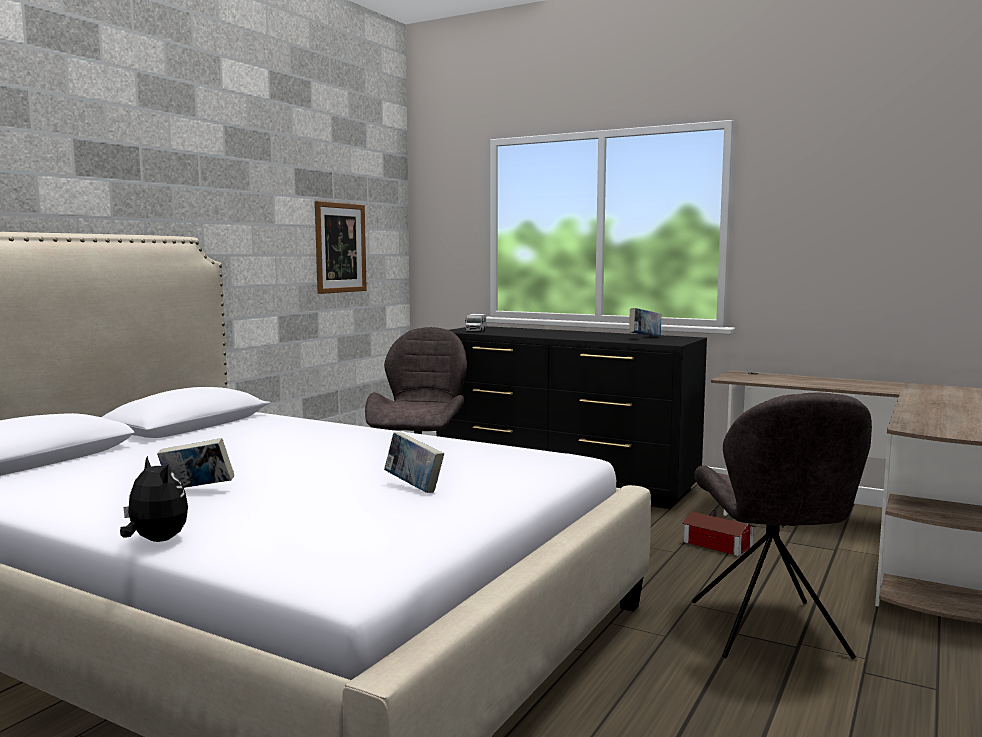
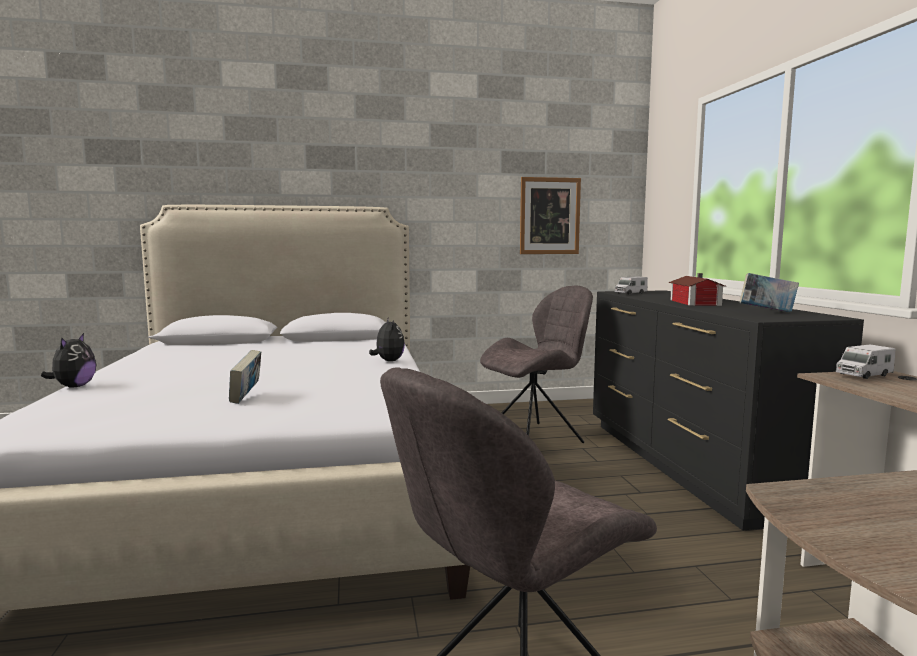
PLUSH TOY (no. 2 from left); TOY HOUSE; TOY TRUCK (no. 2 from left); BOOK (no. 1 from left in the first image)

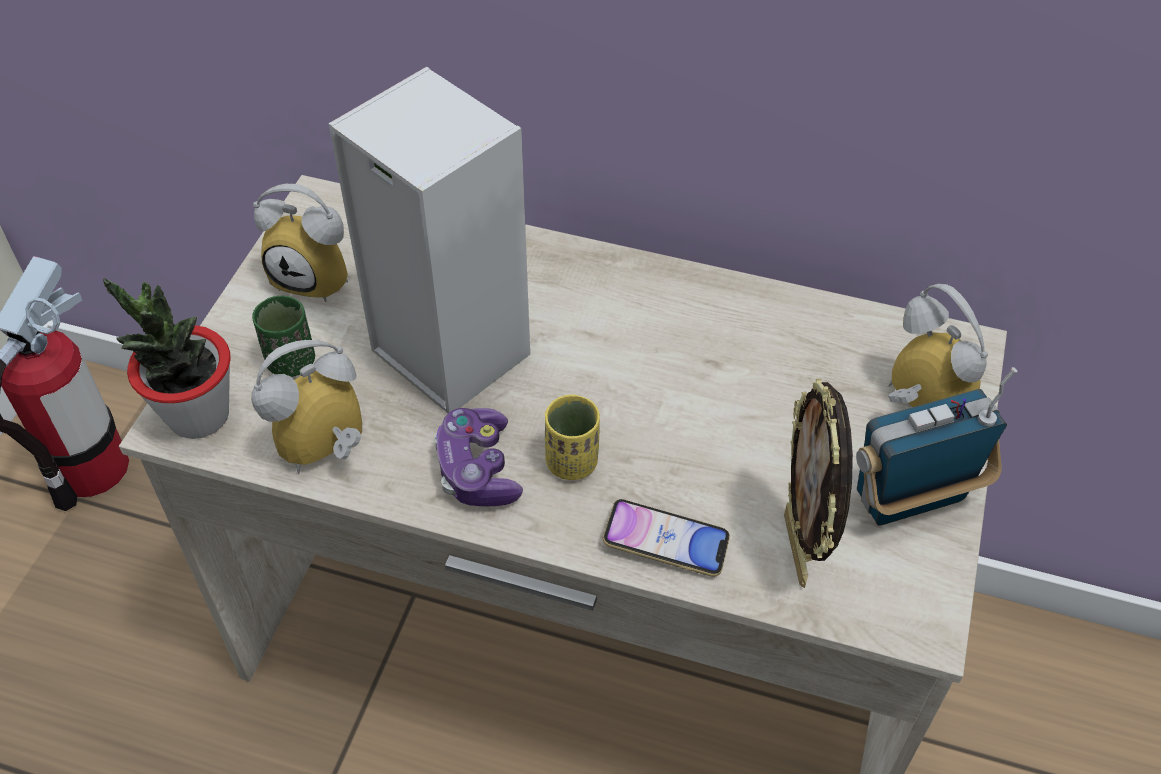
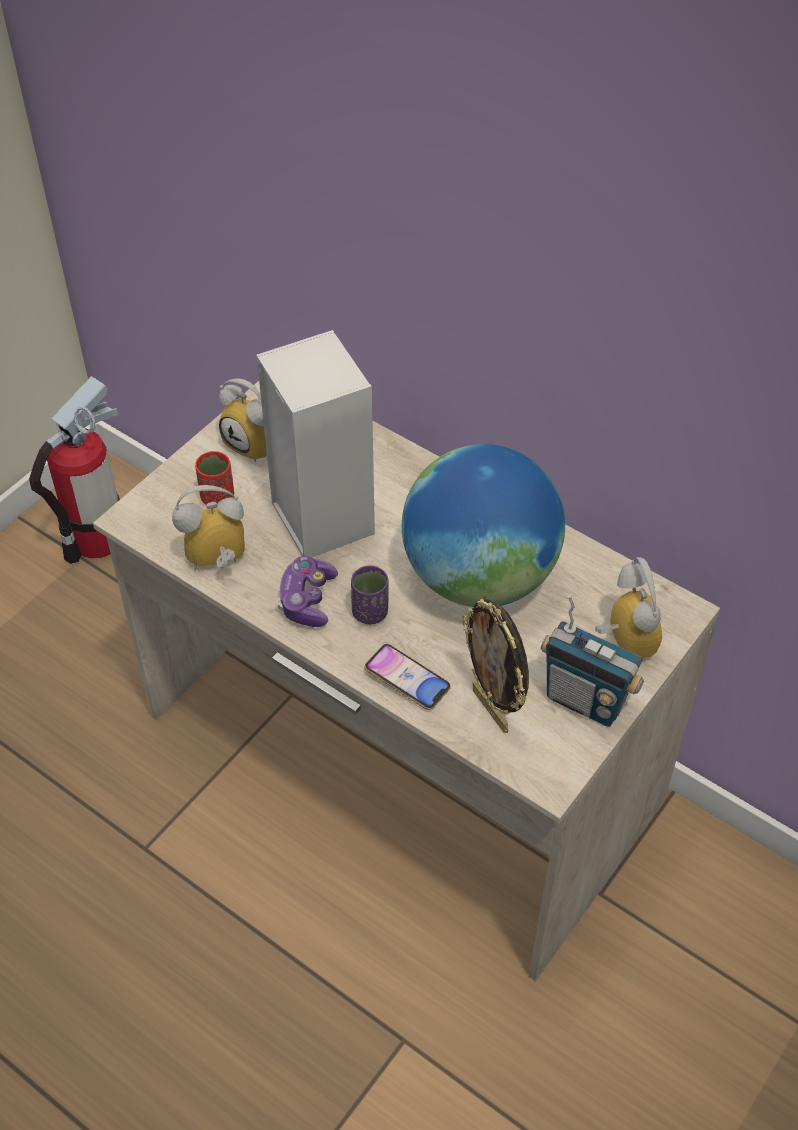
RED CUP; PURPLE CUP; GLOBE; PICTURE FRAME; RADIO; POTTED PLANT

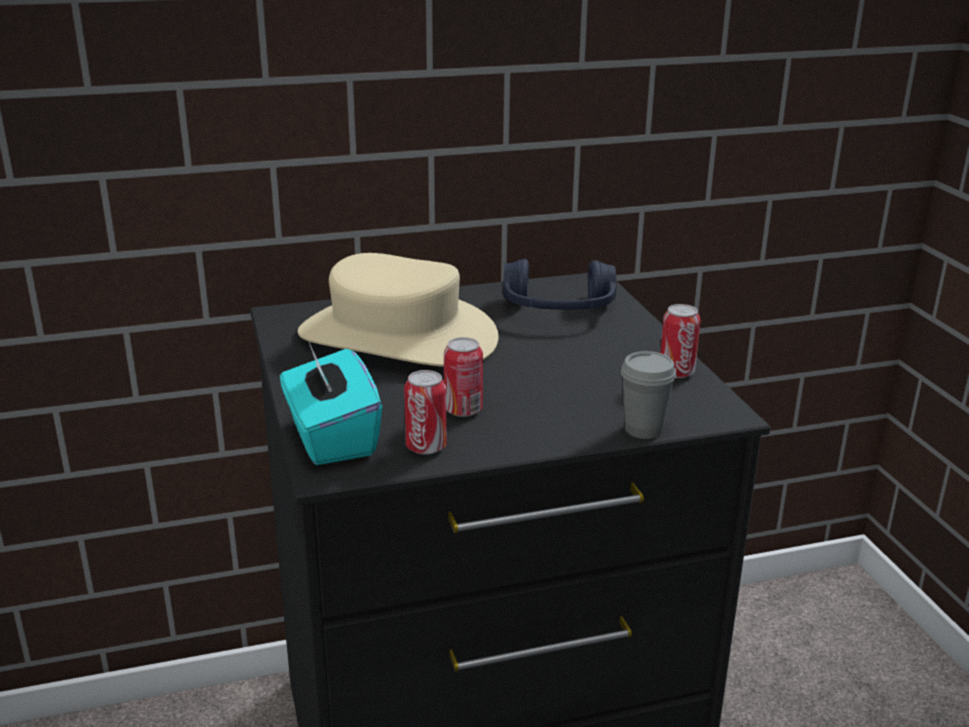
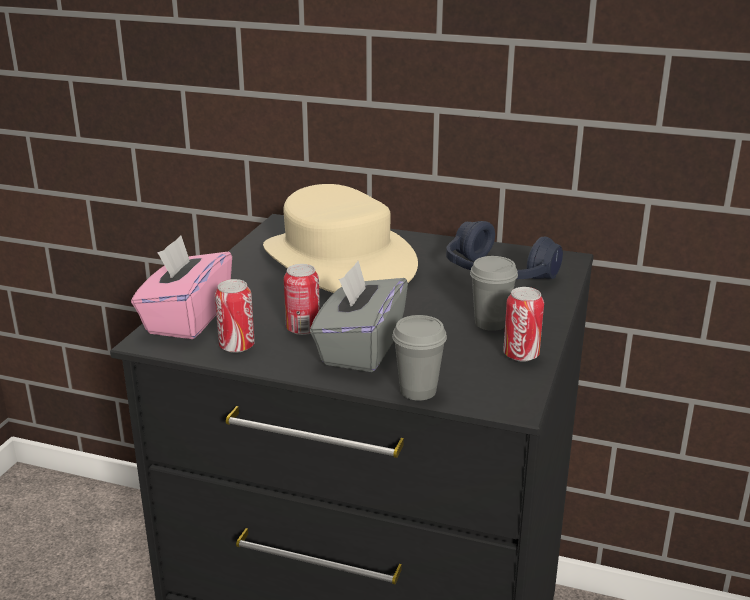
PINK TISSUE BOX; GREY TISSUE BOX; GREY CUP (no. 2 from left)

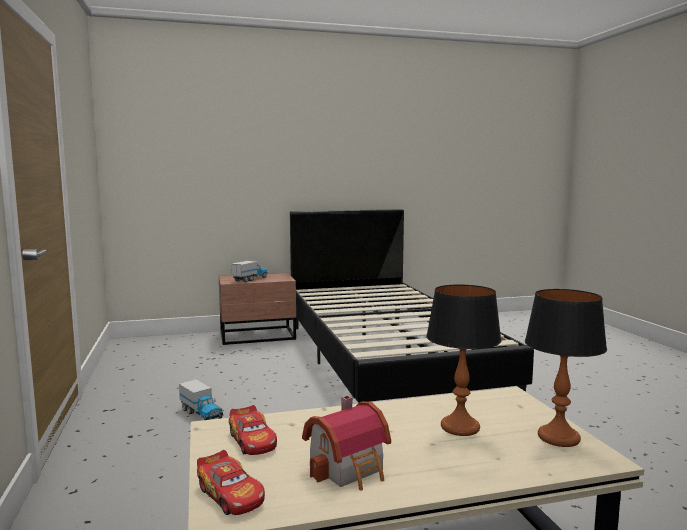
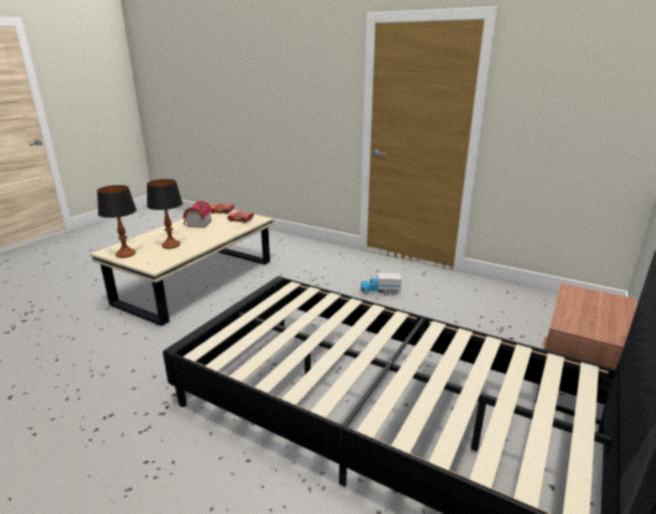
TOY TRUCK (no. 2 from left in the first image)

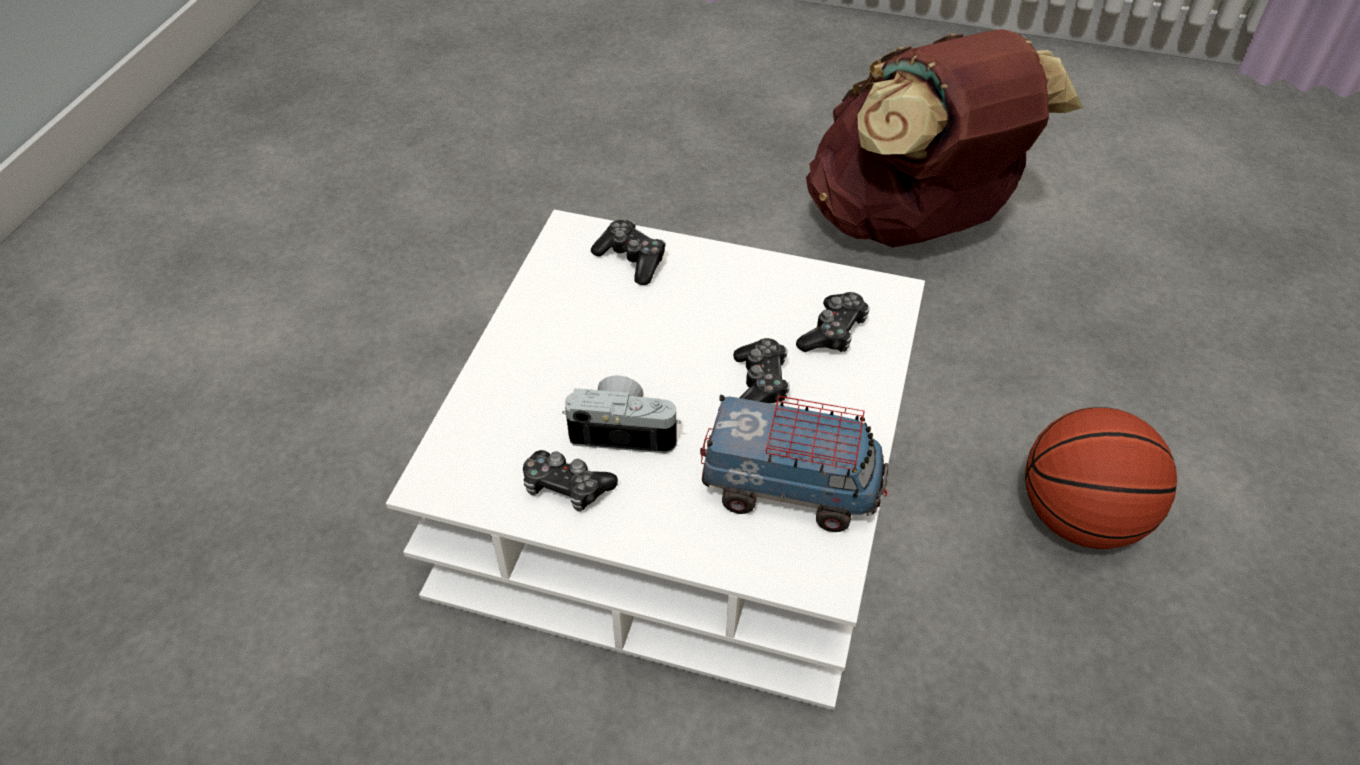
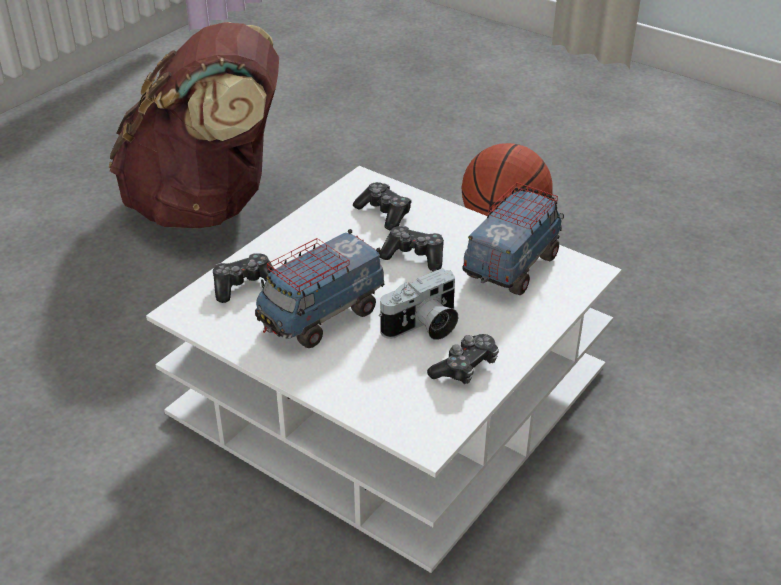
TOY TRUCK (no. 1 from left); PHOTO CAMERA

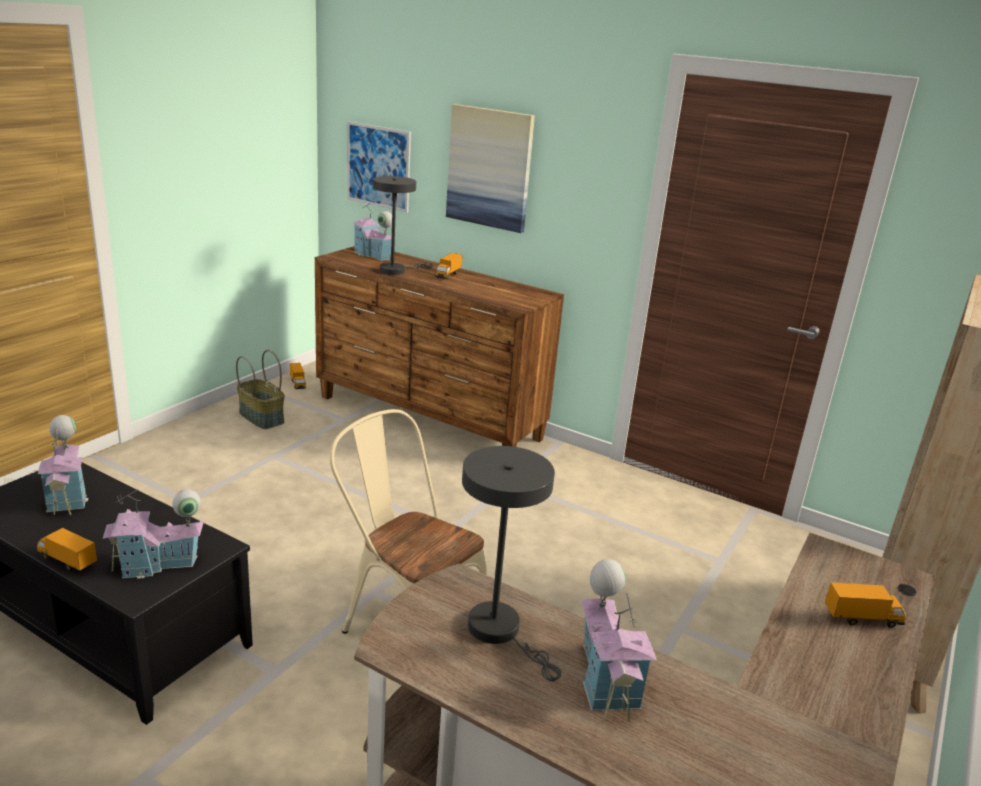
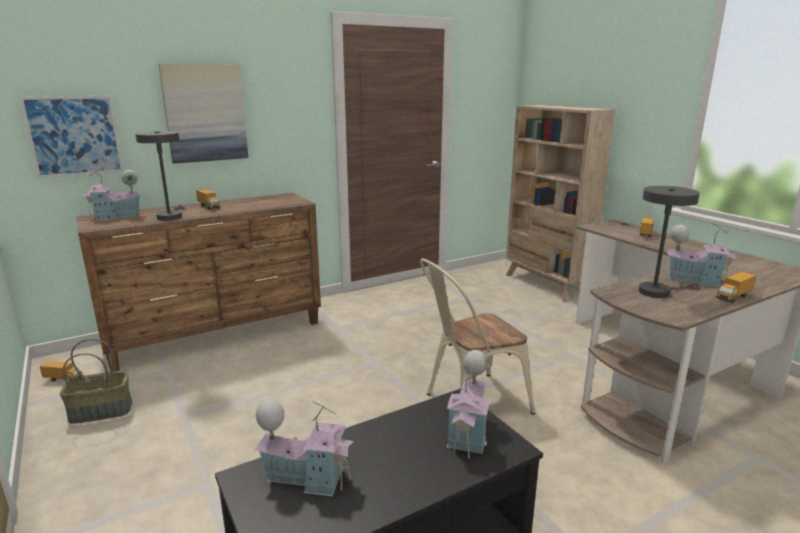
TOY TRUCK (no. 4 from left)

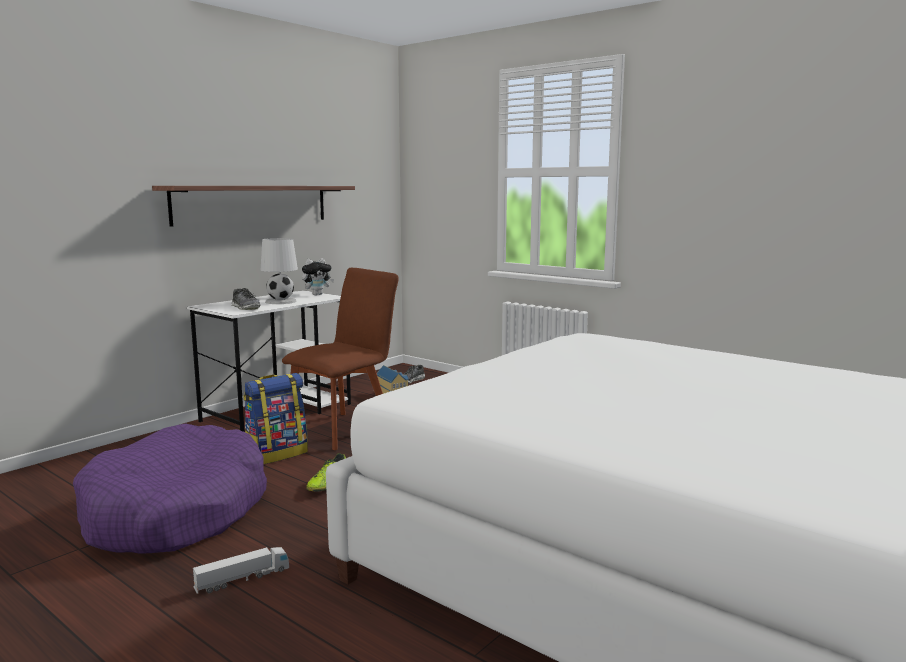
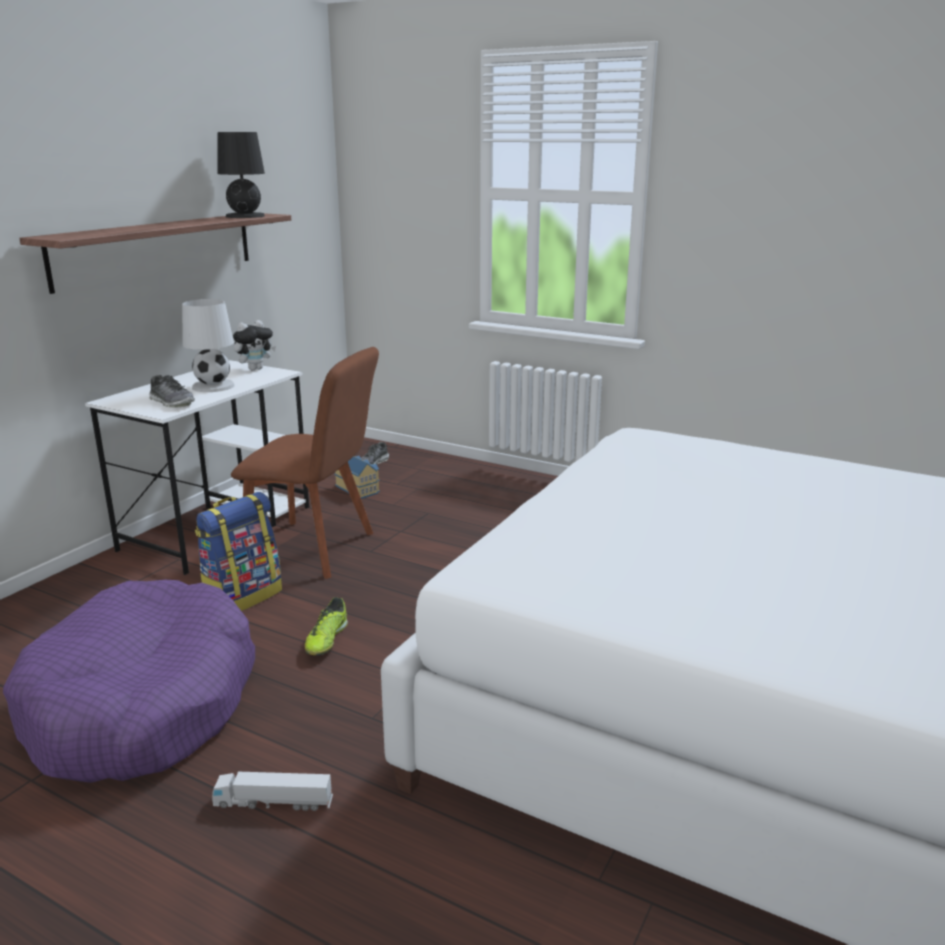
TOY TRUCK; BLACK TABLE LAMP; BROWN CHAIR

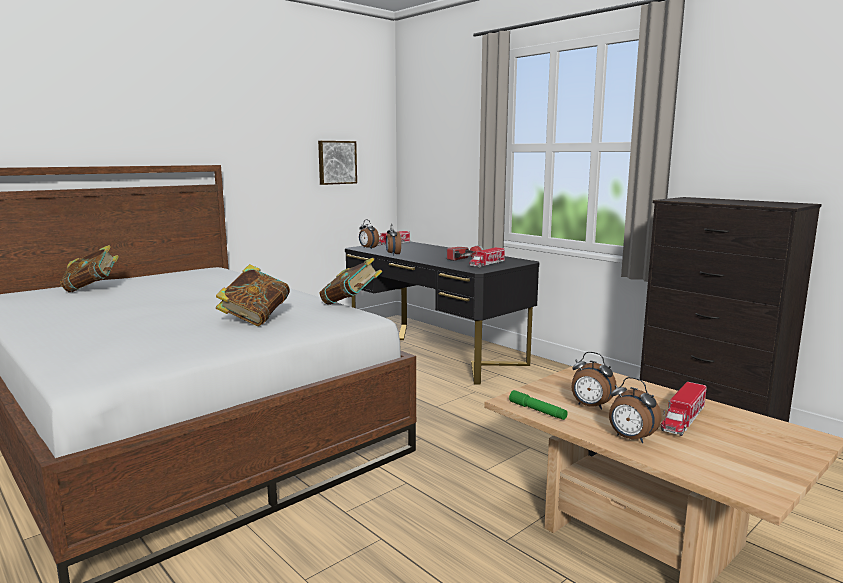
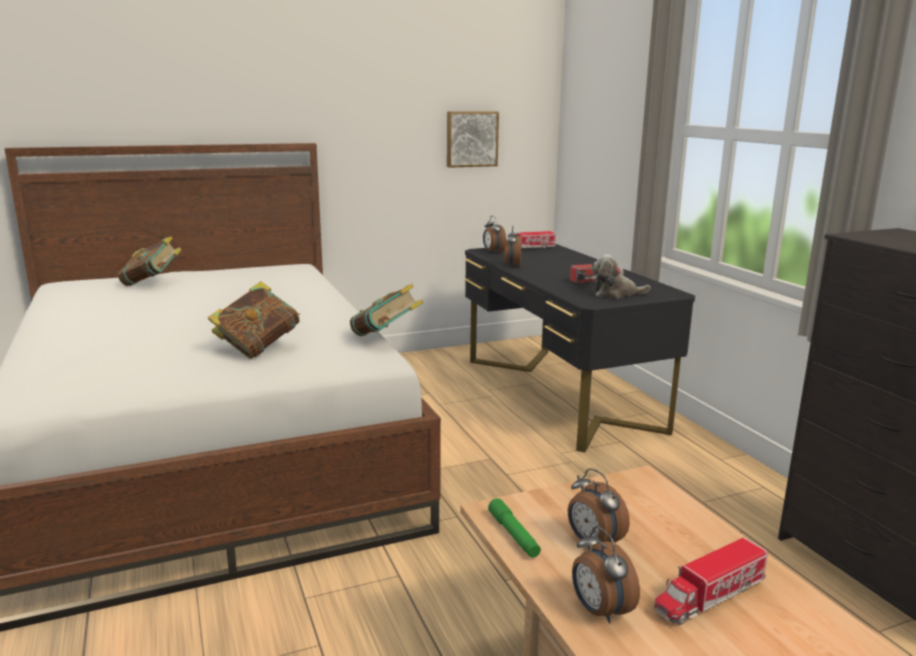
PLUSH TOY

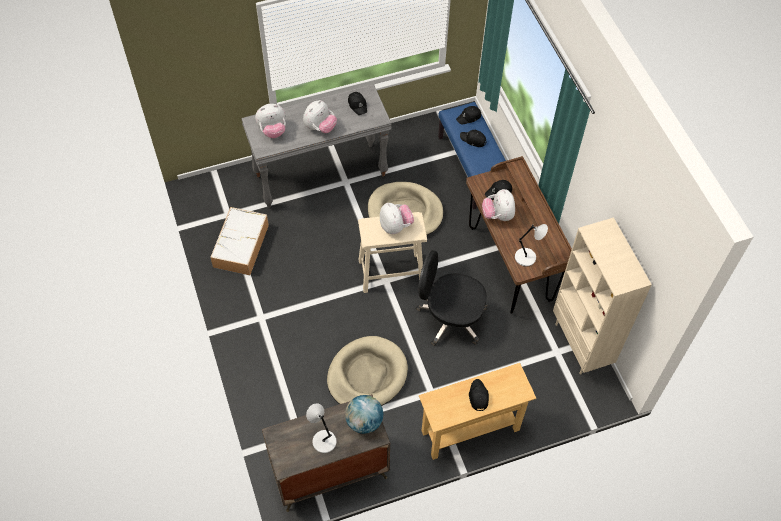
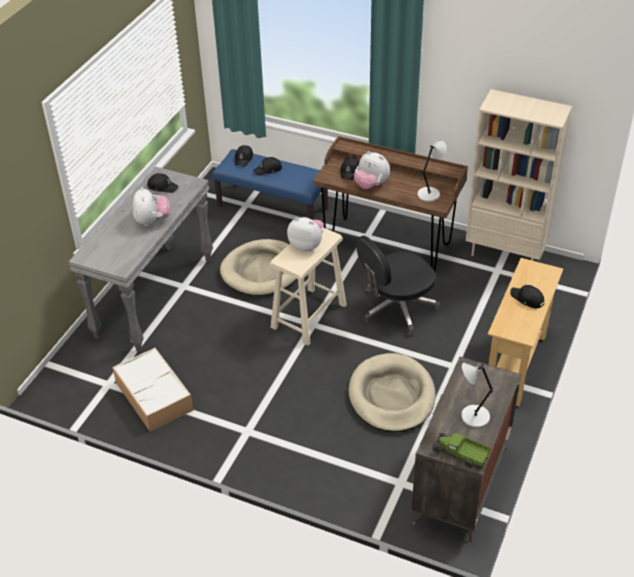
TOY TRUCK; PLUSH TOY (no. 1 from left in the first image); GLOBE

